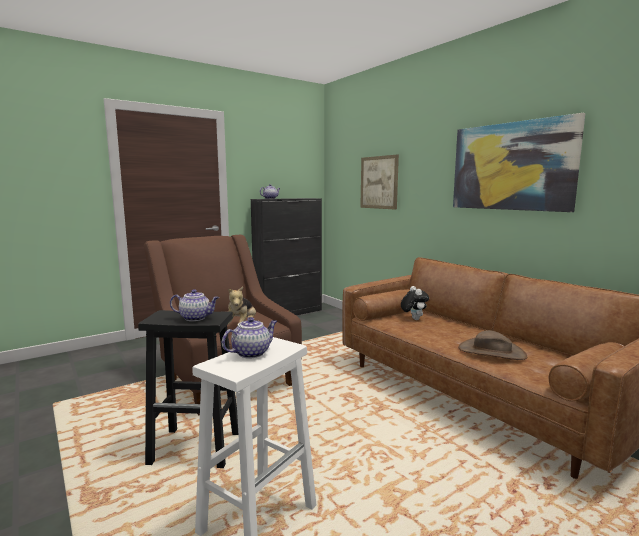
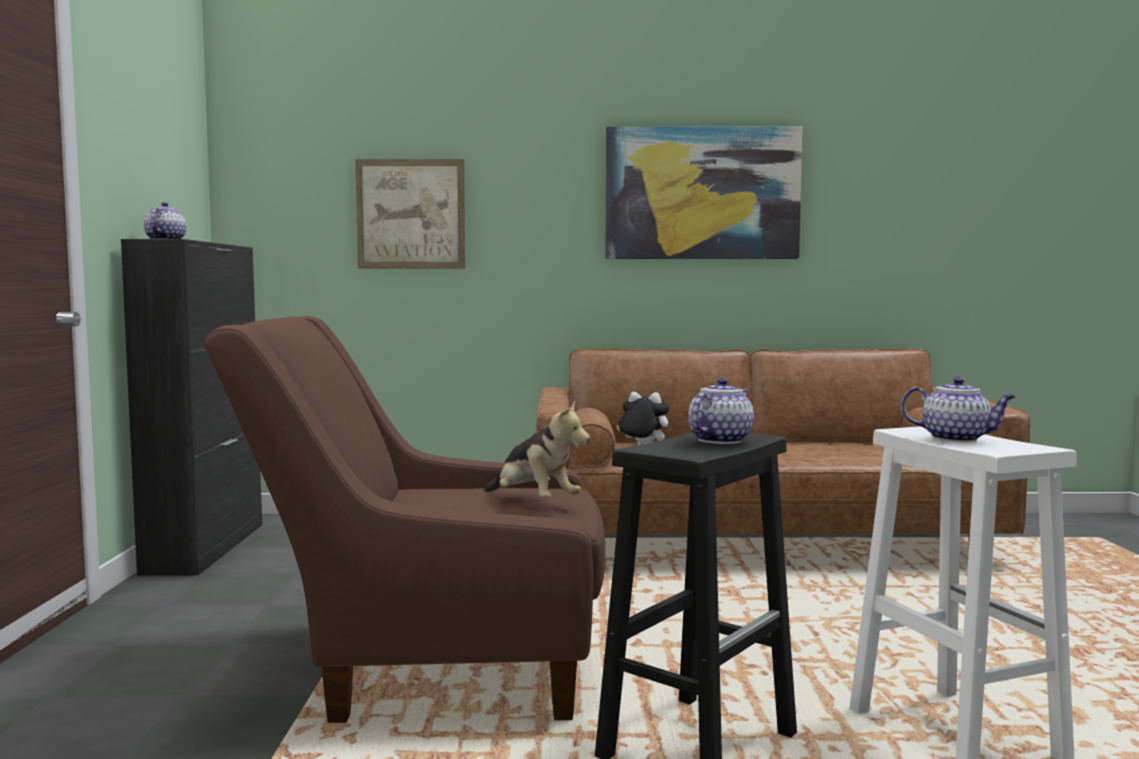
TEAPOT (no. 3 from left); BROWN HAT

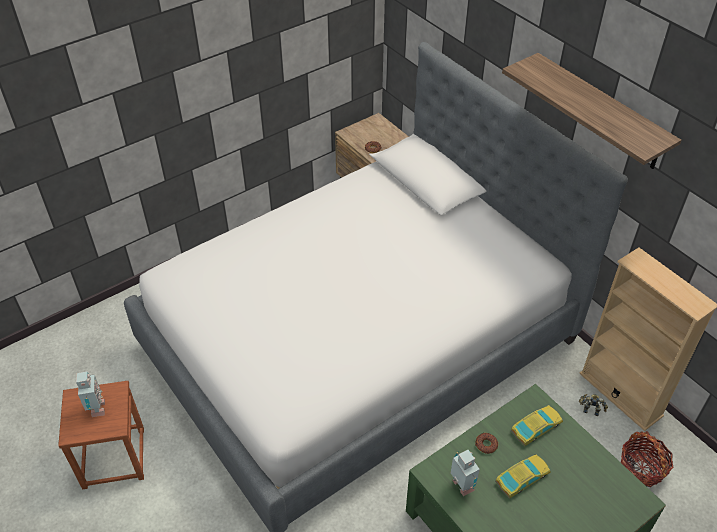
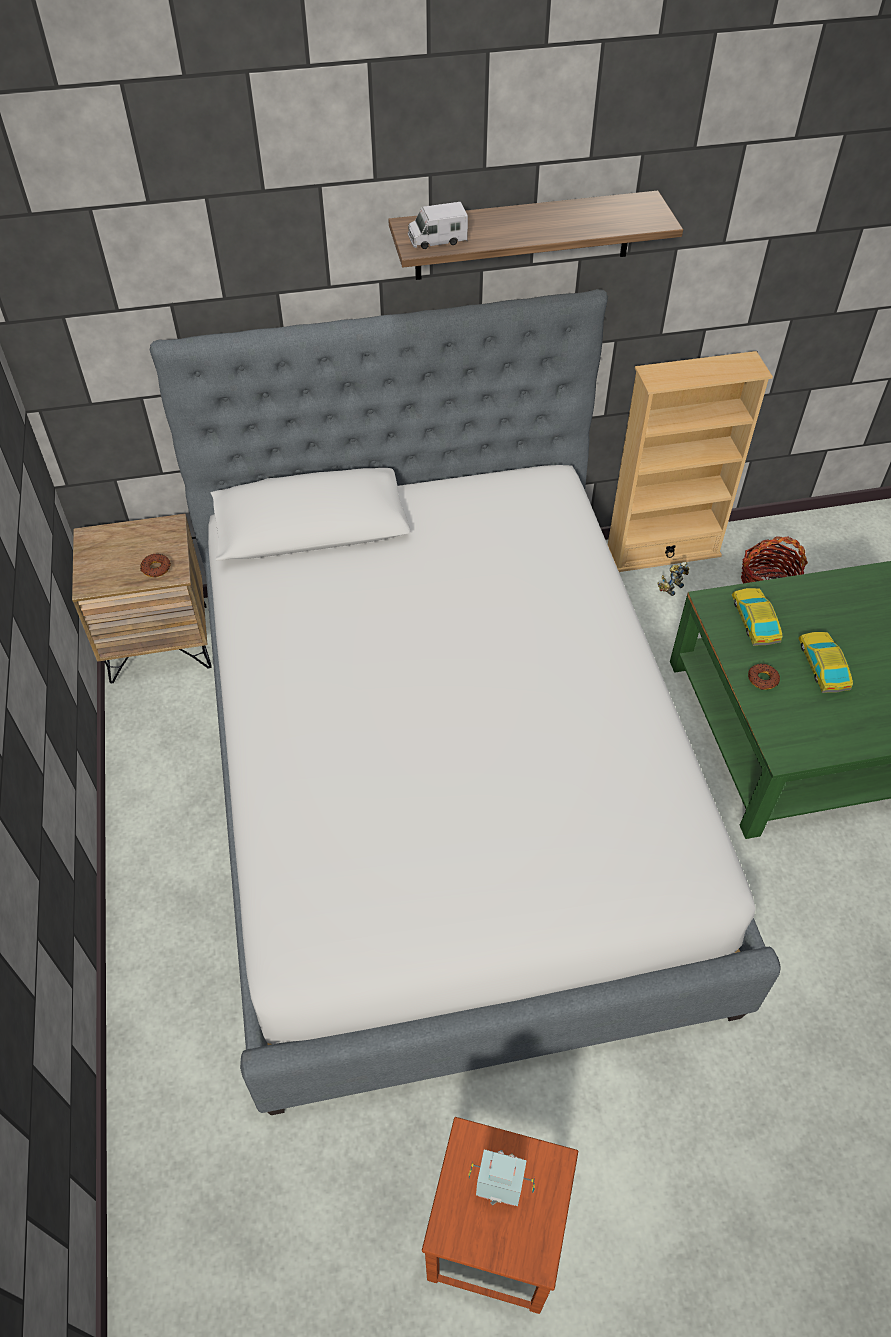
TOY TRUCK; TOY ROBOT (no. 2 from left in the first image)

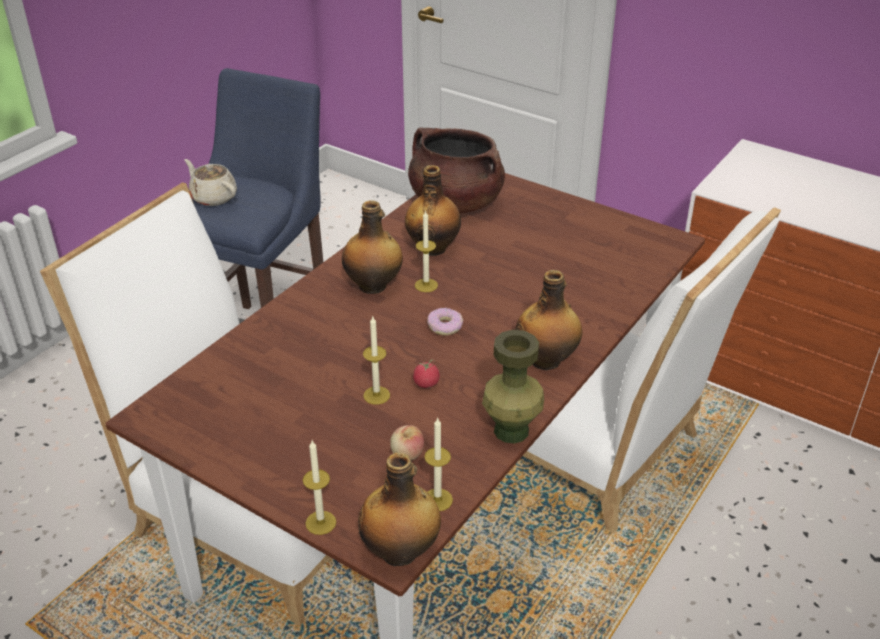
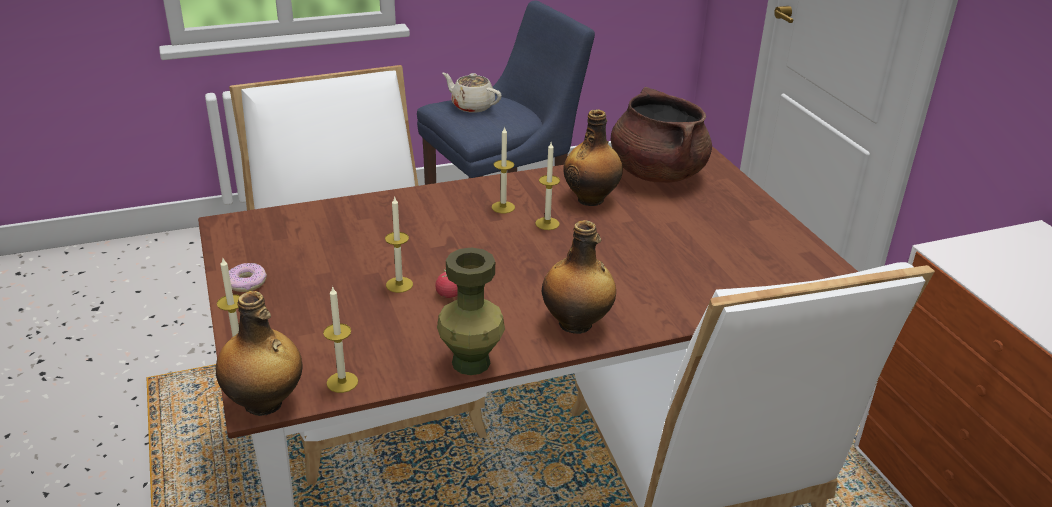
DONUT; BEIGE TEAPOT; CANDLE (no. 4 from left); APPLE

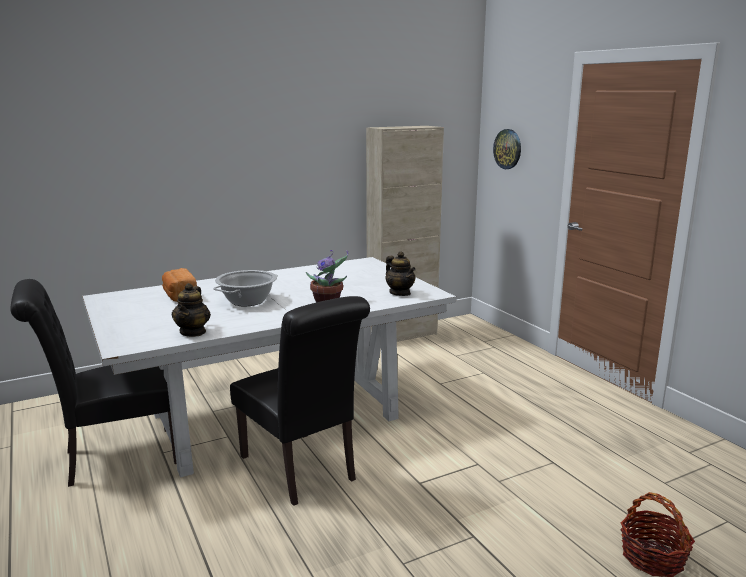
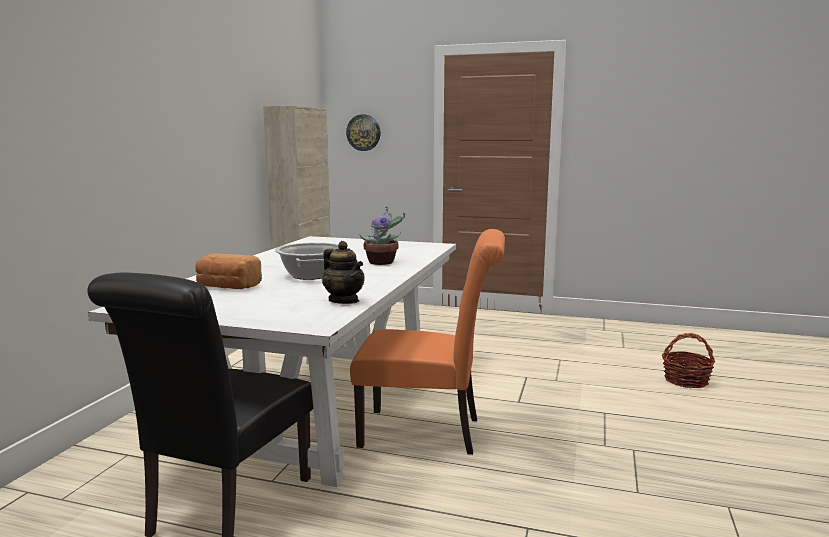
ORANGE CHAIR; TEAPOT (no. 2 from left in the first image)

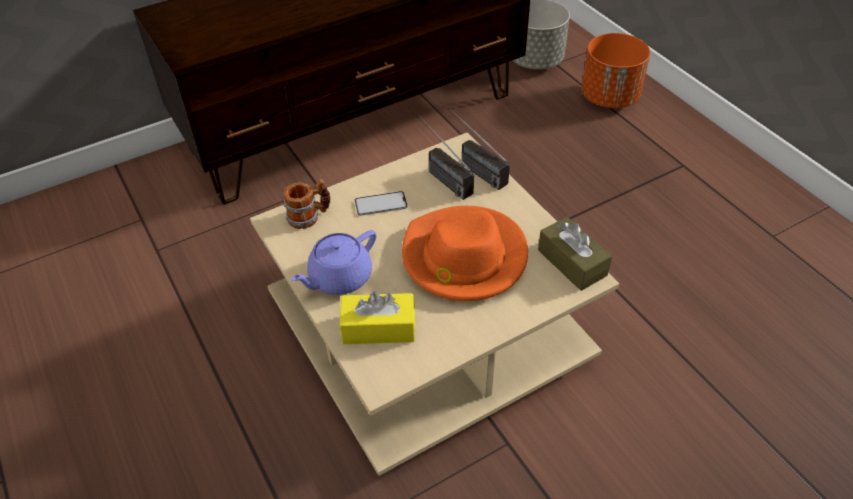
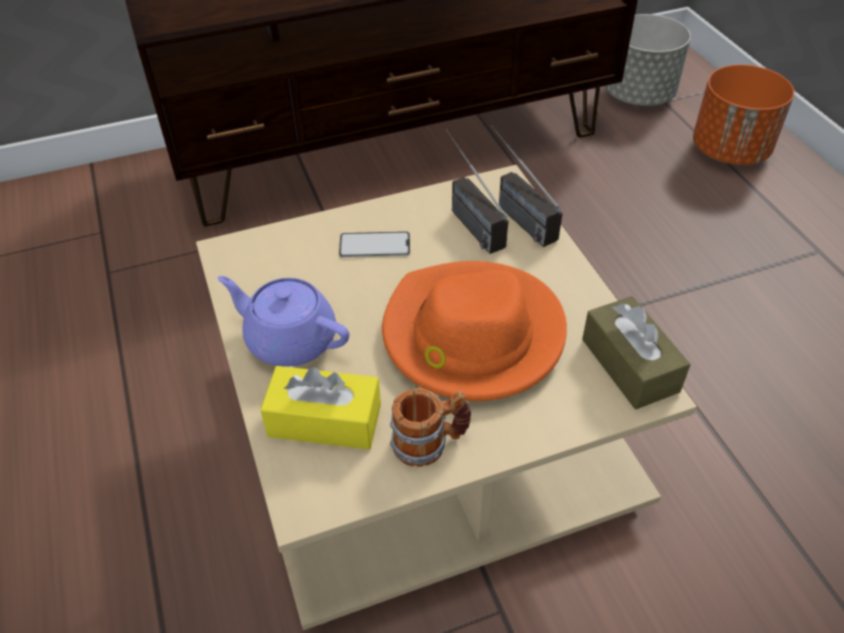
PURPLE TEAPOT; MUG

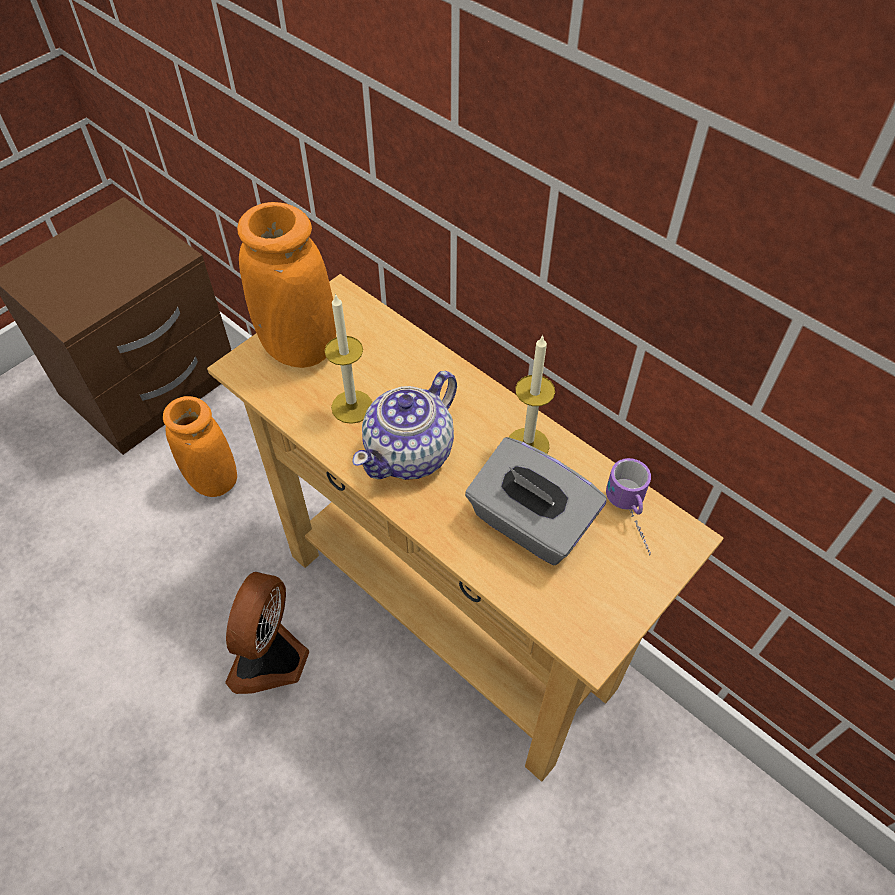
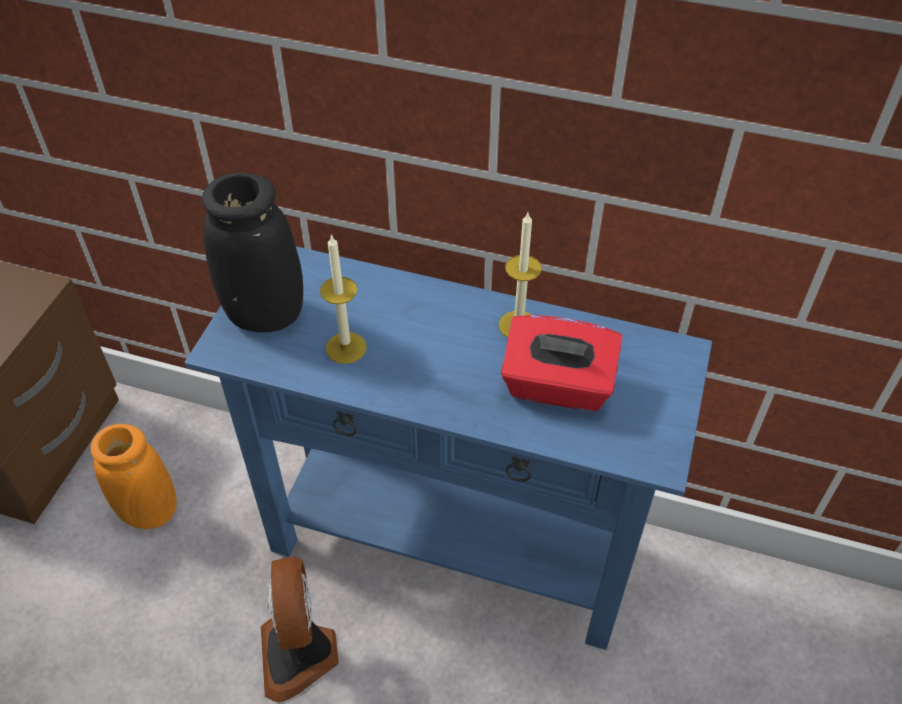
BLUE CONSOLE TABLE; BLACK VASE; RED TISSUE BOX; TEAPOT; MUG

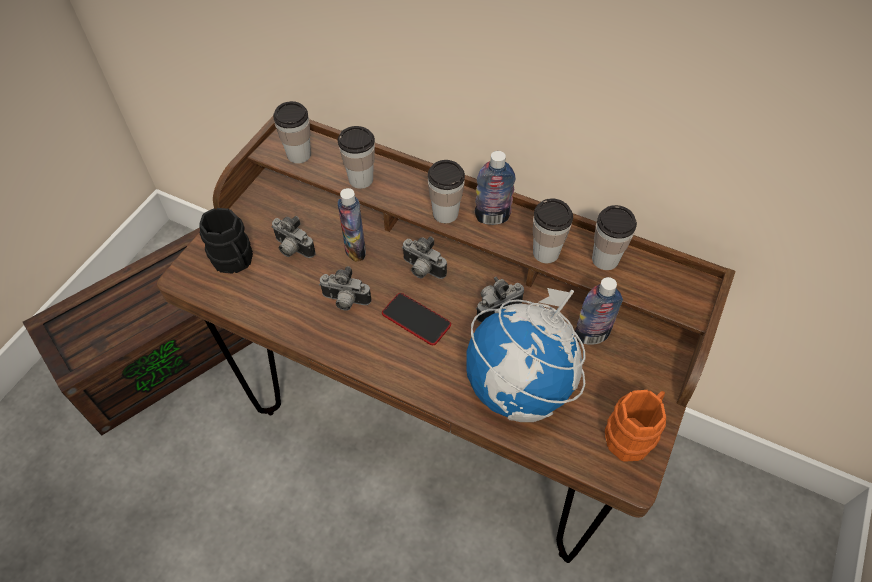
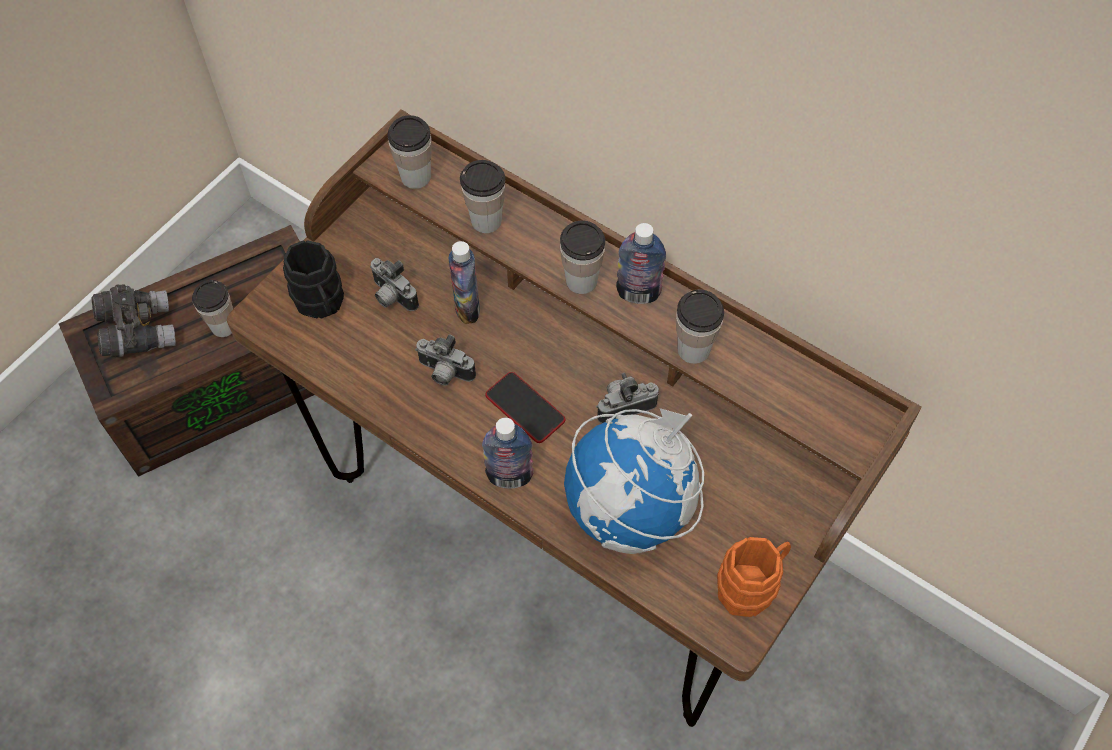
GREY BINOCULARS; CUP (no. 1 from left); BOTTLE (no. 2 from left); PHOTO CAMERA (no. 3 from left in the first image)

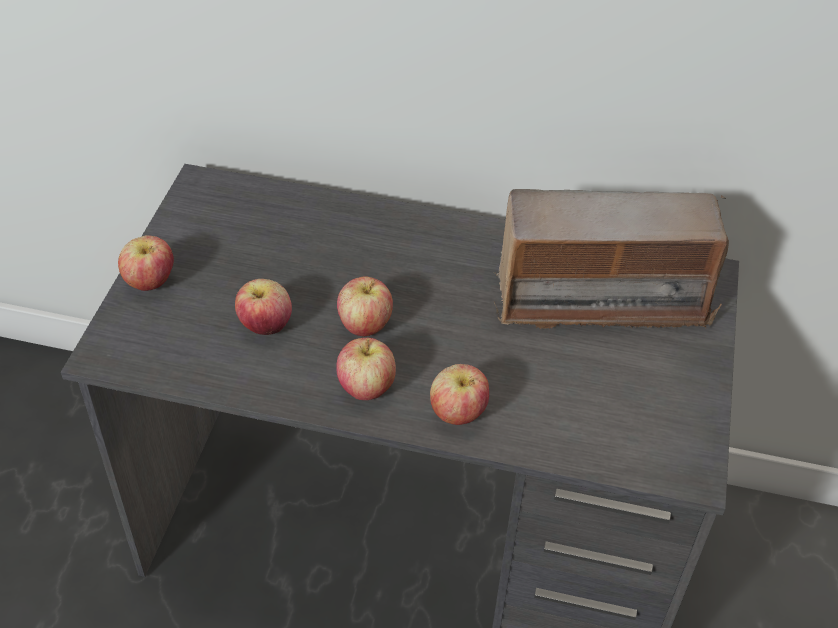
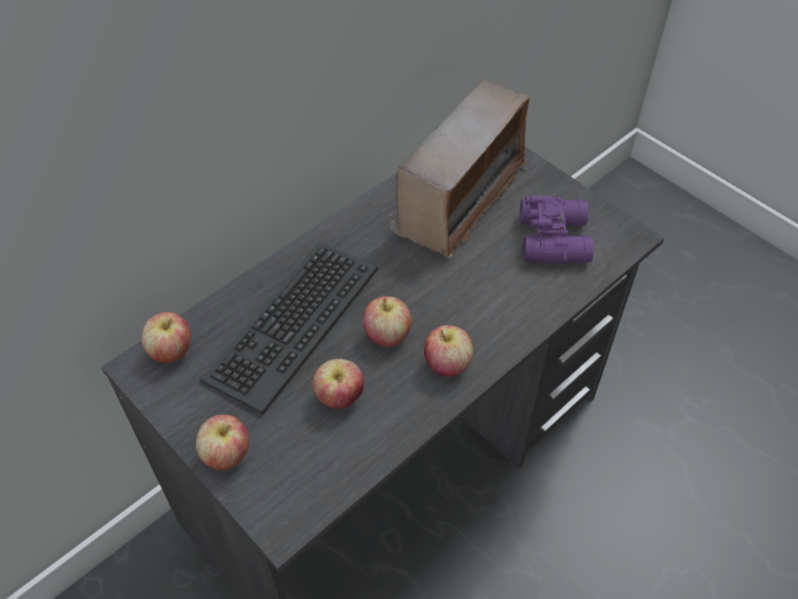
APPLE (no. 1 from left); KEYBOARD; PURPLE BINOCULARS

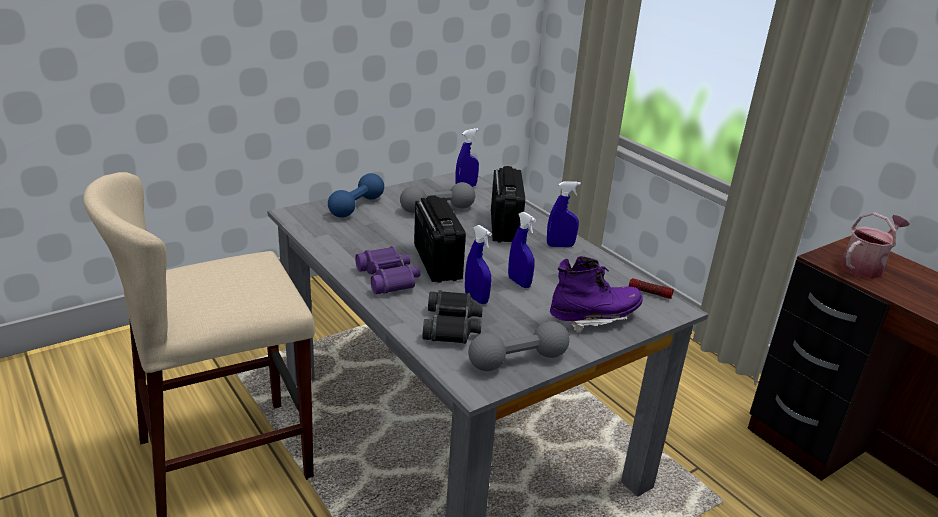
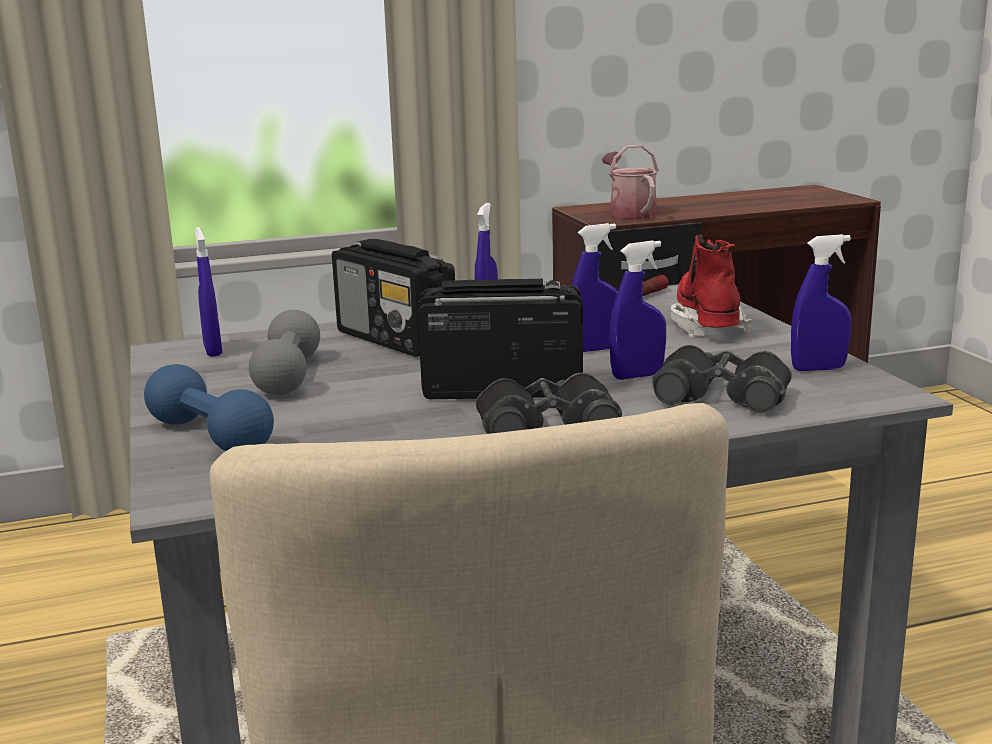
RADIO (no. 1 from left); BLACK BINOCULARS (no. 1 from left); RED BOOT; BLUE SPRAY BOTTLE (no. 5 from left)

